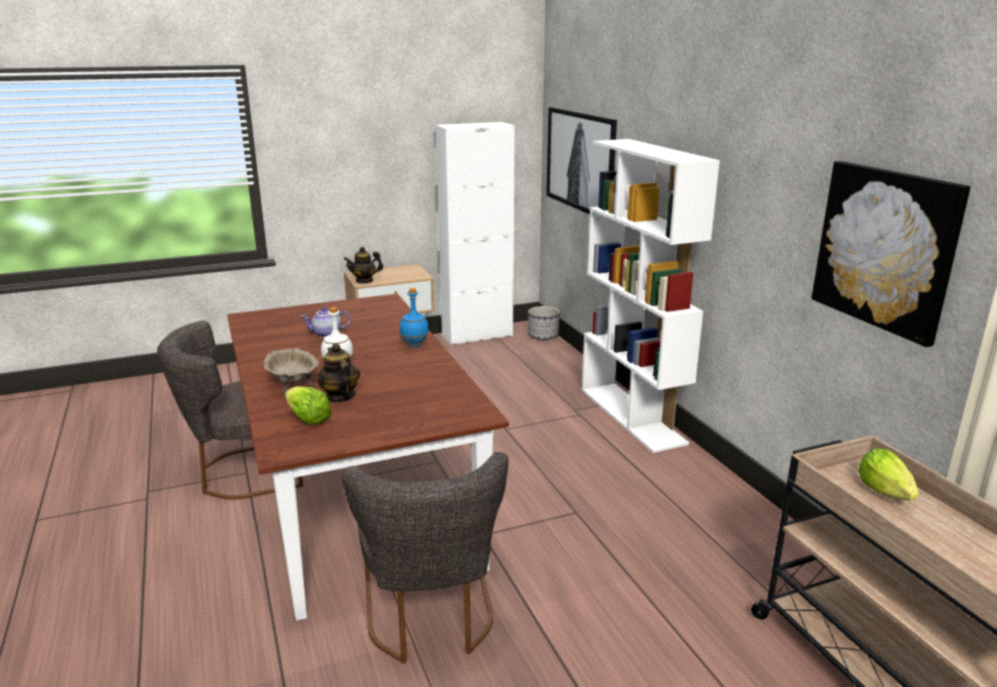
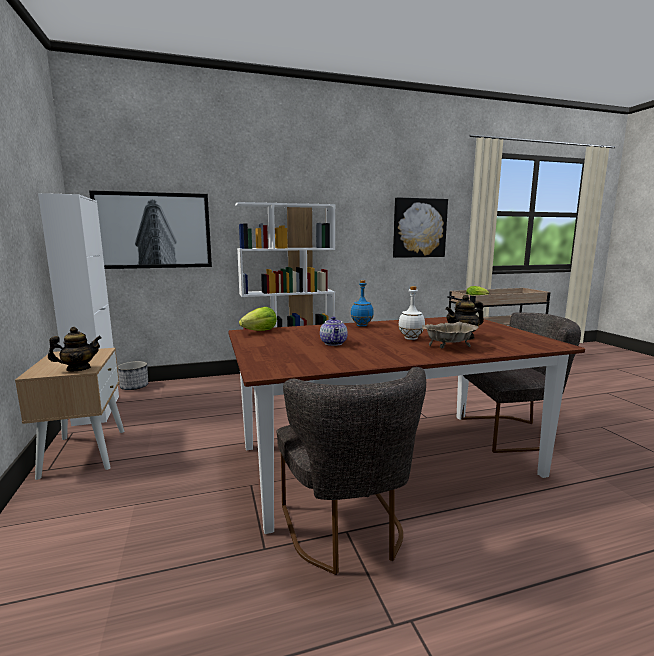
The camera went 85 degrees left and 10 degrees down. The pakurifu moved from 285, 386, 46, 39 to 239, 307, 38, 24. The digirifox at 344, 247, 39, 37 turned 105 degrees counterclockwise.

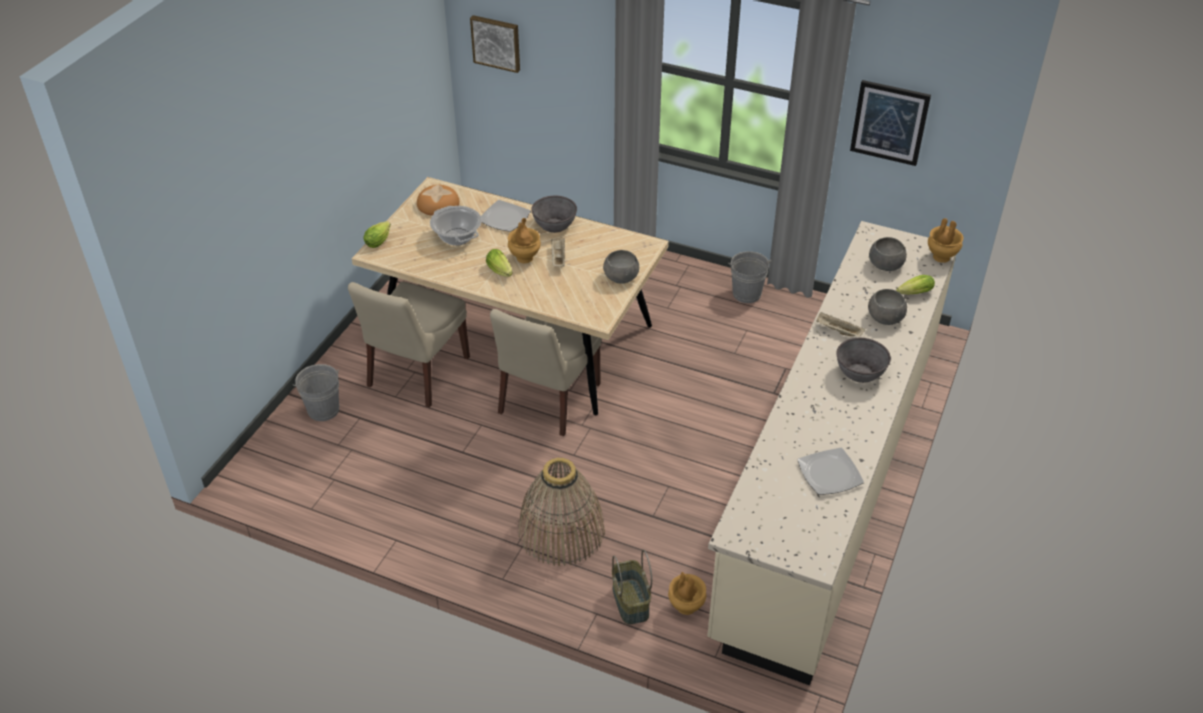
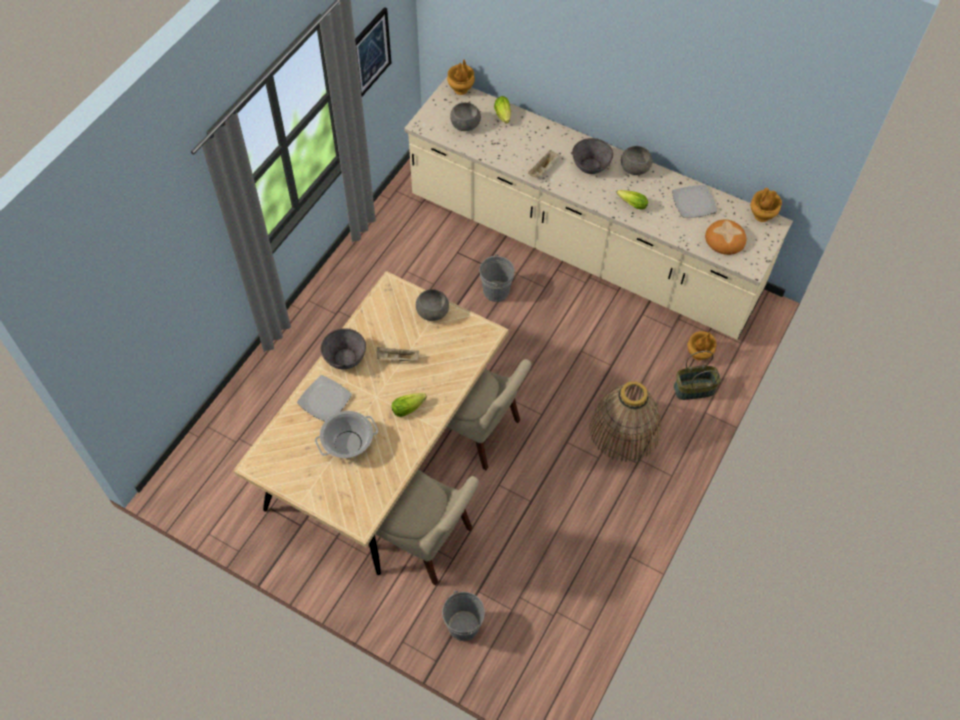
The camera went 85 degrees left and 15 degrees up. The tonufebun at 470, 15, 50, 58 disappeared. The pakurifu moved from 363, 221, 28, 27 to 616, 190, 32, 20. The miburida moved from 417, 185, 42, 31 to 705, 220, 41, 35. The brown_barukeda moved from 508, 218, 33, 45 to 751, 188, 31, 34. The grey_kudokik moved from 728, 251, 43, 52 to 479, 254, 36, 48. The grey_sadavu moved from 868, 289, 39, 36 to 621, 146, 31, 29.

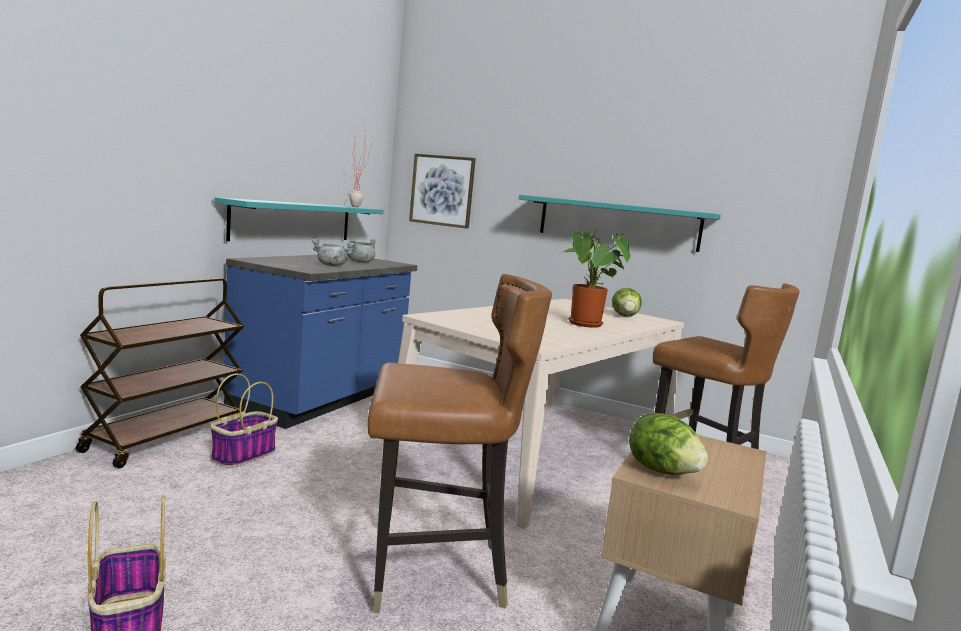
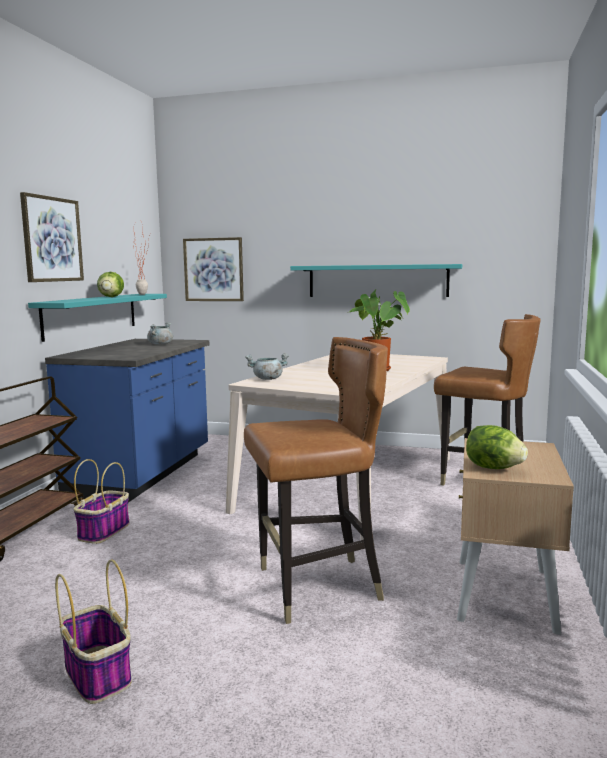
The camera went 10 degrees left and 0 degrees up. The tonufebun at 20, 192, 64, 90 appeared. The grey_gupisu moved from 311, 238, 44, 28 to 245, 353, 44, 27. The pakurifu moved from 612, 288, 30, 29 to 97, 272, 27, 25.

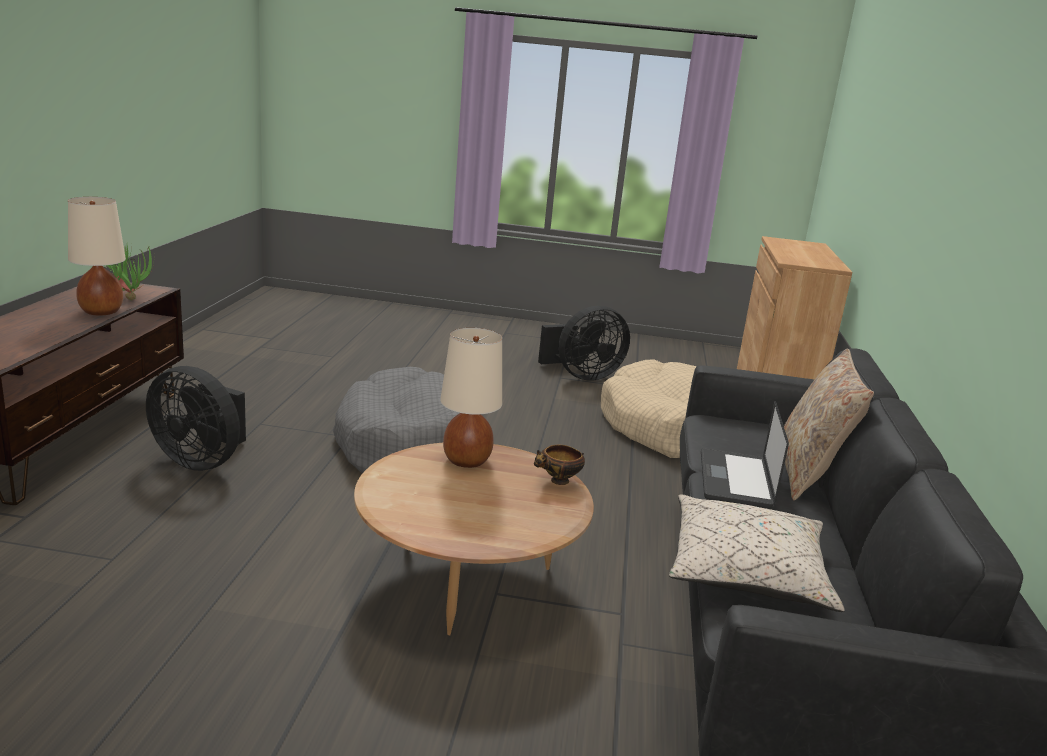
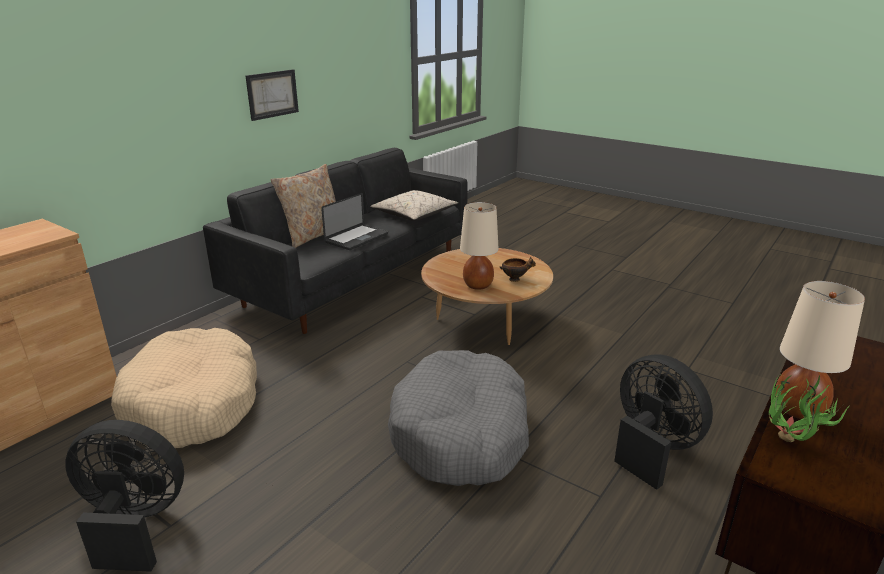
The camera went 150 degrees left and 5 degrees up. The tonufebun at 246, 69, 53, 52 appeared. The sadavu moved from 534, 445, 51, 40 to 500, 257, 36, 25.

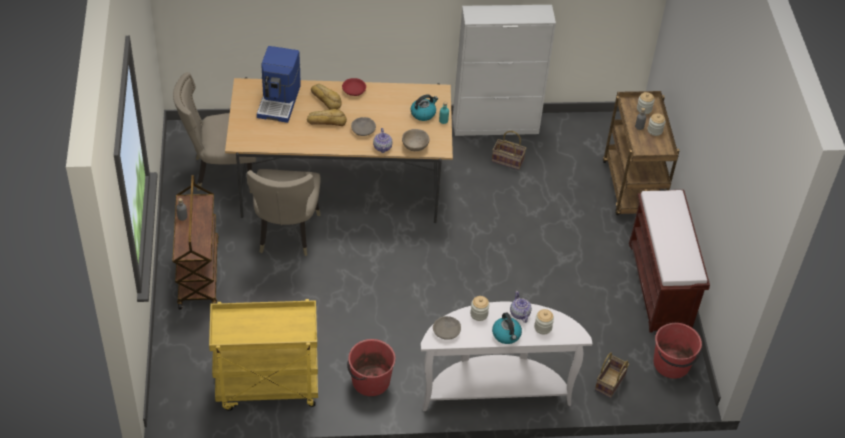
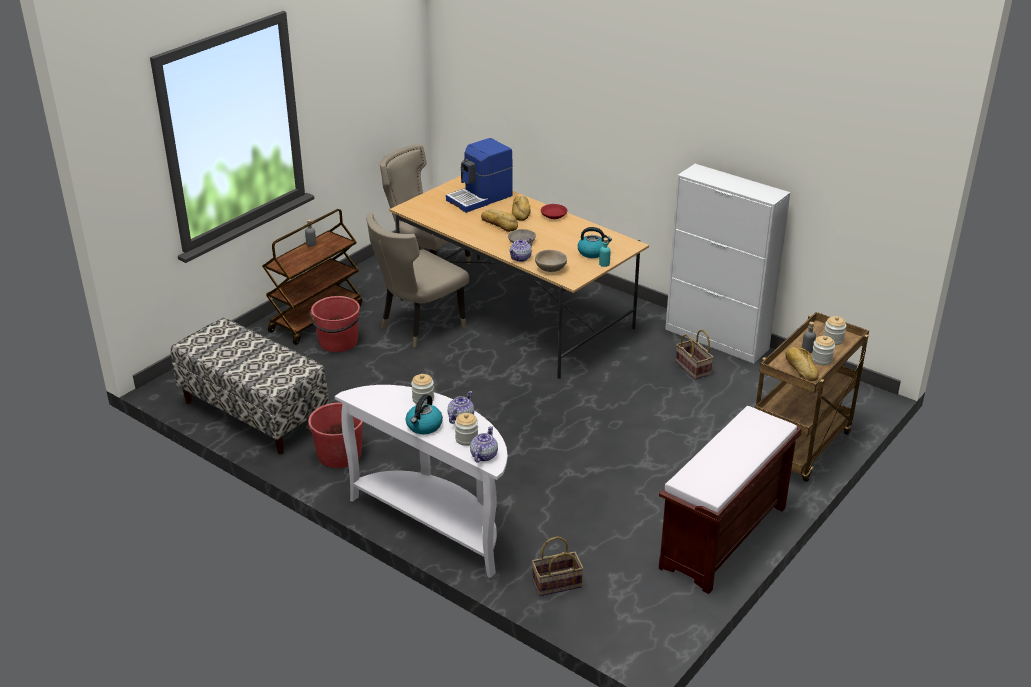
The camera went 45 degrees right and 15 degrees down. The grey_sadavu at 433, 316, 28, 24 disappeared. The digirifox at 470, 426, 28, 37 appeared. The miburida at 785, 347, 34, 34 appeared. The red_kudokik moved from 654, 323, 48, 56 to 309, 296, 51, 56. The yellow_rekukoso at 209, 299, 109, 112 was replaced by the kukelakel at 171, 318, 158, 136.

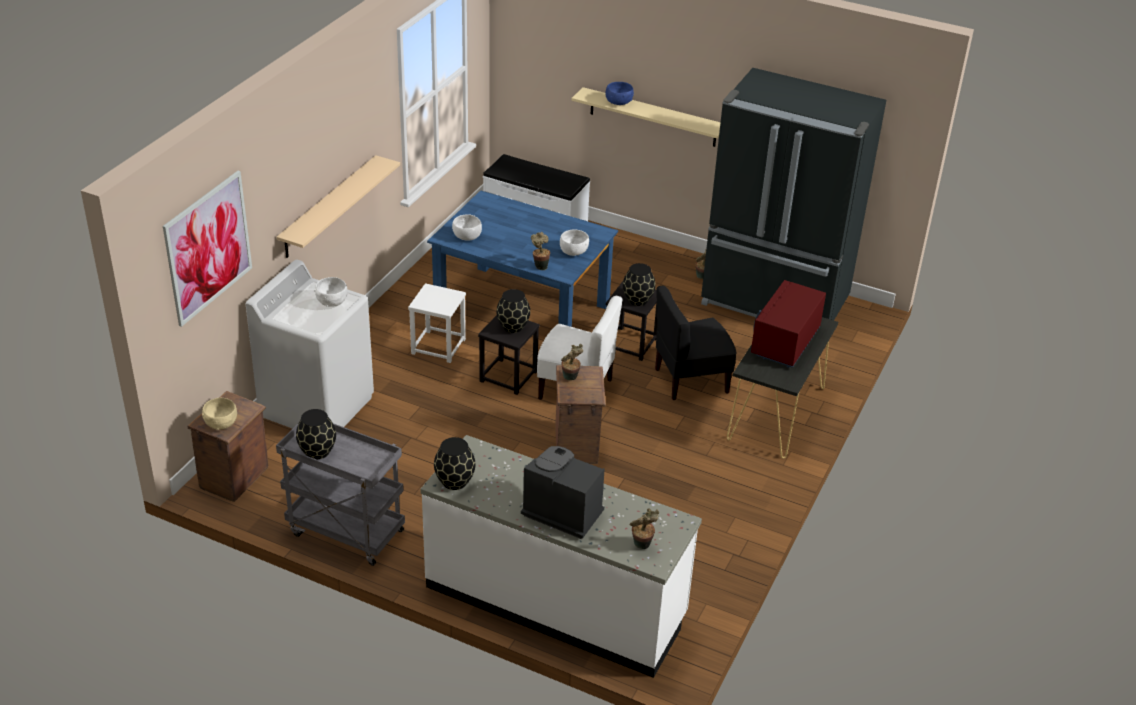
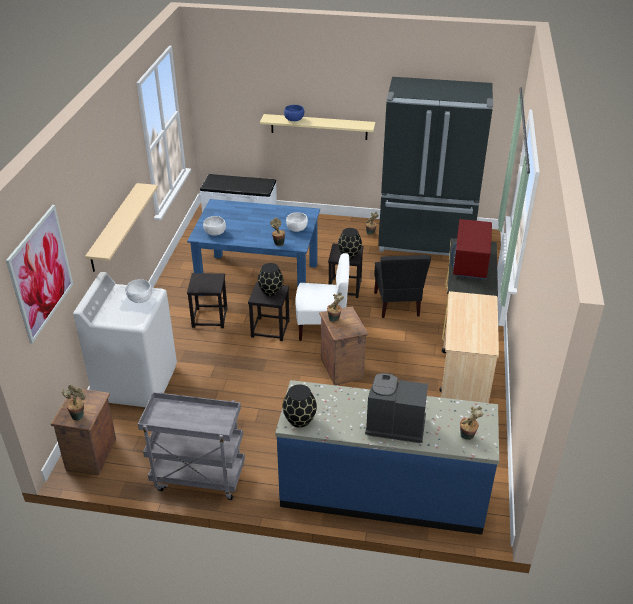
The camera went 15 degrees left and 0 degrees up. The black_barukeda at 296, 409, 40, 50 disappeared. The beige_rekukoso at 439, 291, 60, 112 appeared. The beige_sadavu at 202, 398, 35, 32 was replaced by the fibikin at 62, 385, 24, 36. The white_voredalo at 408, 283, 58, 80 became the black_voredalo at 187, 273, 40, 55. The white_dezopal at 420, 435, 282, 243 became the blue_dezopal at 275, 380, 224, 155. The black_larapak at 655, 286, 82, 114 turned 60 degrees counterclockwise.

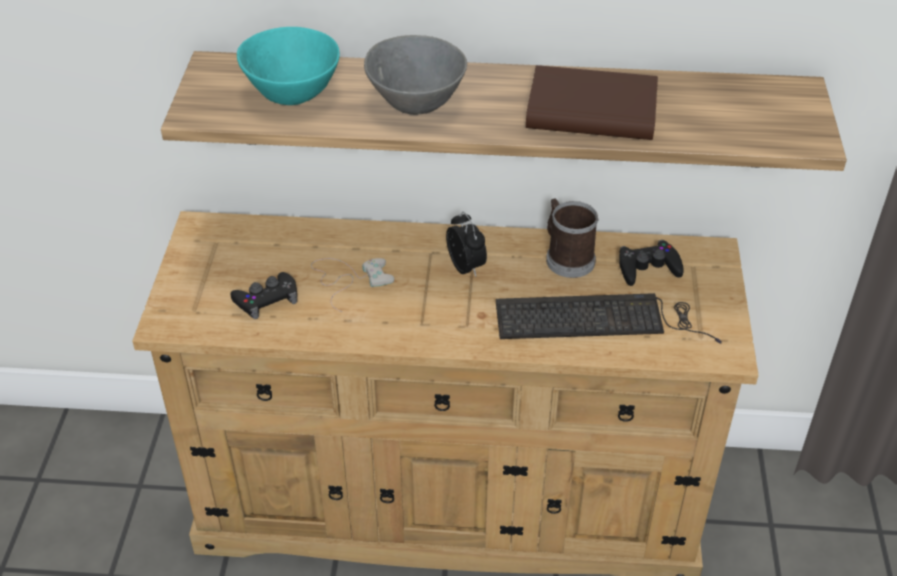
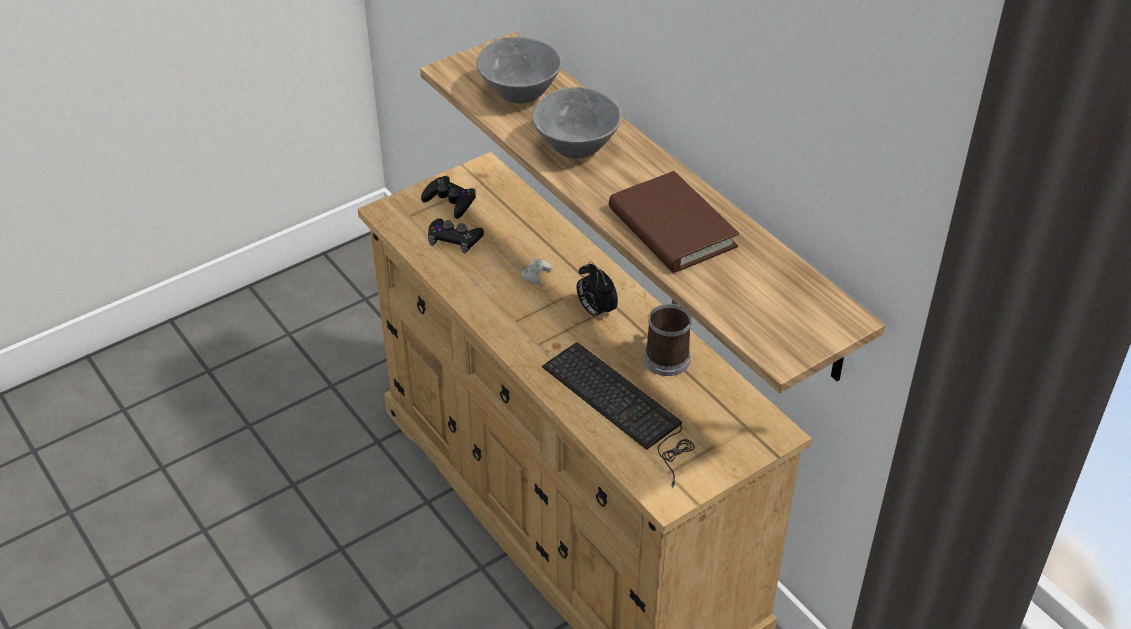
The camera went 50 degrees right and 0 degrees up. The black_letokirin moved from 619, 240, 65, 46 to 421, 176, 55, 43. The turquoise_sadavu at 237, 27, 103, 78 became the grey_sadavu at 477, 37, 85, 67. The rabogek at 446, 212, 41, 65 turned 120 degrees clockwise.

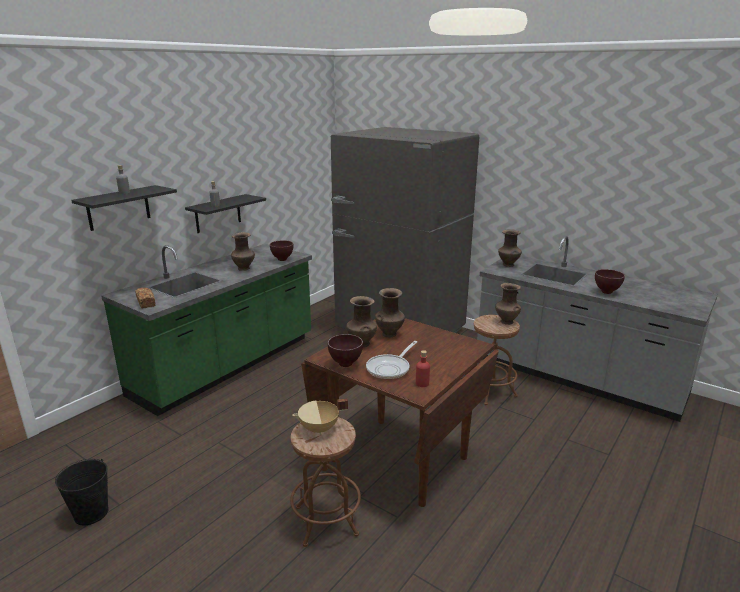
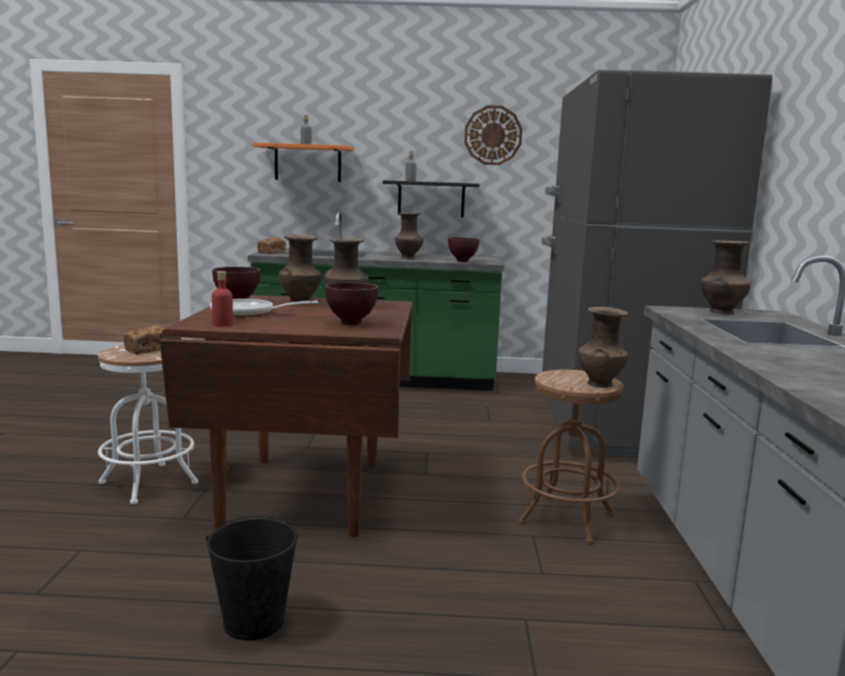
The camera went 55 degrees right and 10 degrees down. The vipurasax at 464, 105, 58, 60 appeared. The black_kudokik moved from 55, 459, 54, 67 to 206, 516, 93, 125. The brown_sadavu moved from 595, 269, 30, 25 to 325, 282, 53, 43. The beige_gupisu at 293, 399, 55, 36 was replaced by the miburida at 124, 325, 43, 29. The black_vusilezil at 71, 185, 106, 46 became the orange_vusilezil at 252, 142, 102, 40. The brown_voredalo at 290, 417, 71, 130 became the white_voredalo at 98, 345, 100, 159.

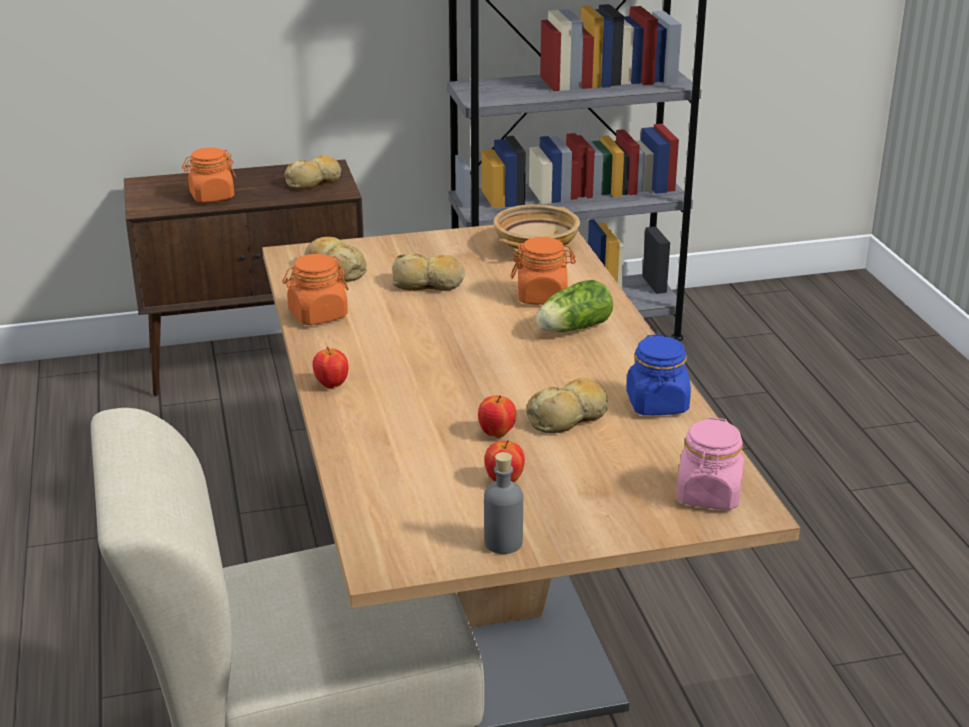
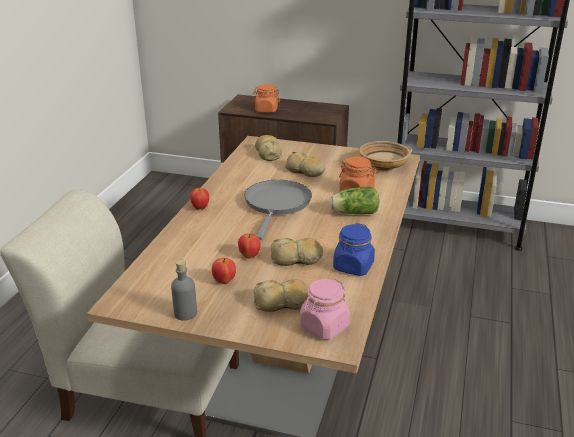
The camera went 30 degrees right and 0 degrees up. The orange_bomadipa at 282, 254, 67, 71 disappeared. The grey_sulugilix at 245, 180, 67, 60 appeared. The miburida moved from 284, 155, 57, 35 to 254, 279, 55, 33.

